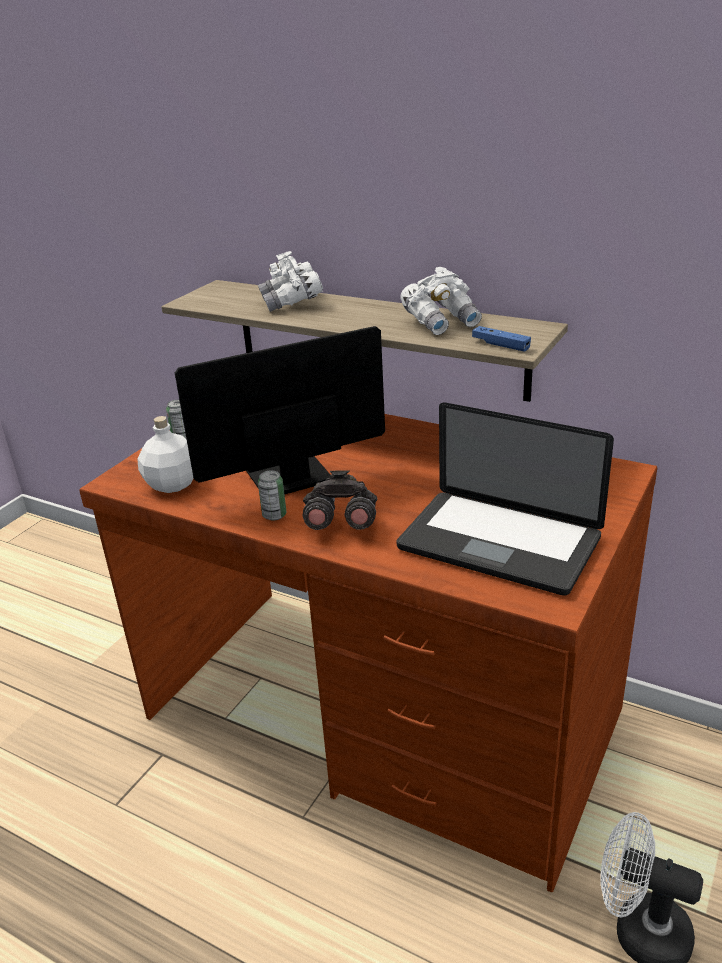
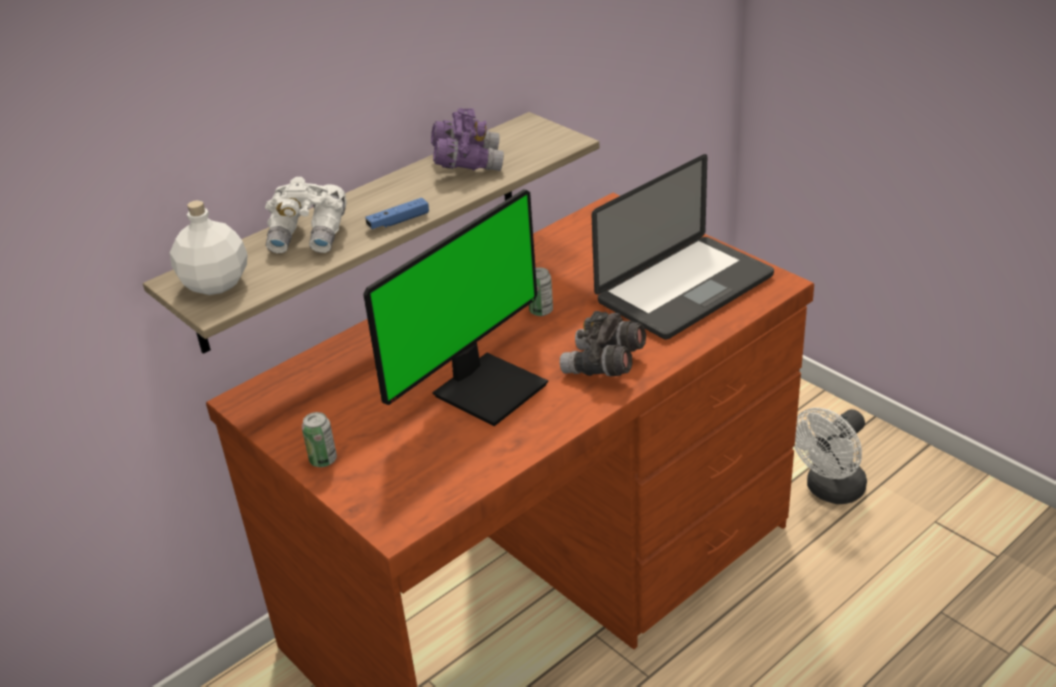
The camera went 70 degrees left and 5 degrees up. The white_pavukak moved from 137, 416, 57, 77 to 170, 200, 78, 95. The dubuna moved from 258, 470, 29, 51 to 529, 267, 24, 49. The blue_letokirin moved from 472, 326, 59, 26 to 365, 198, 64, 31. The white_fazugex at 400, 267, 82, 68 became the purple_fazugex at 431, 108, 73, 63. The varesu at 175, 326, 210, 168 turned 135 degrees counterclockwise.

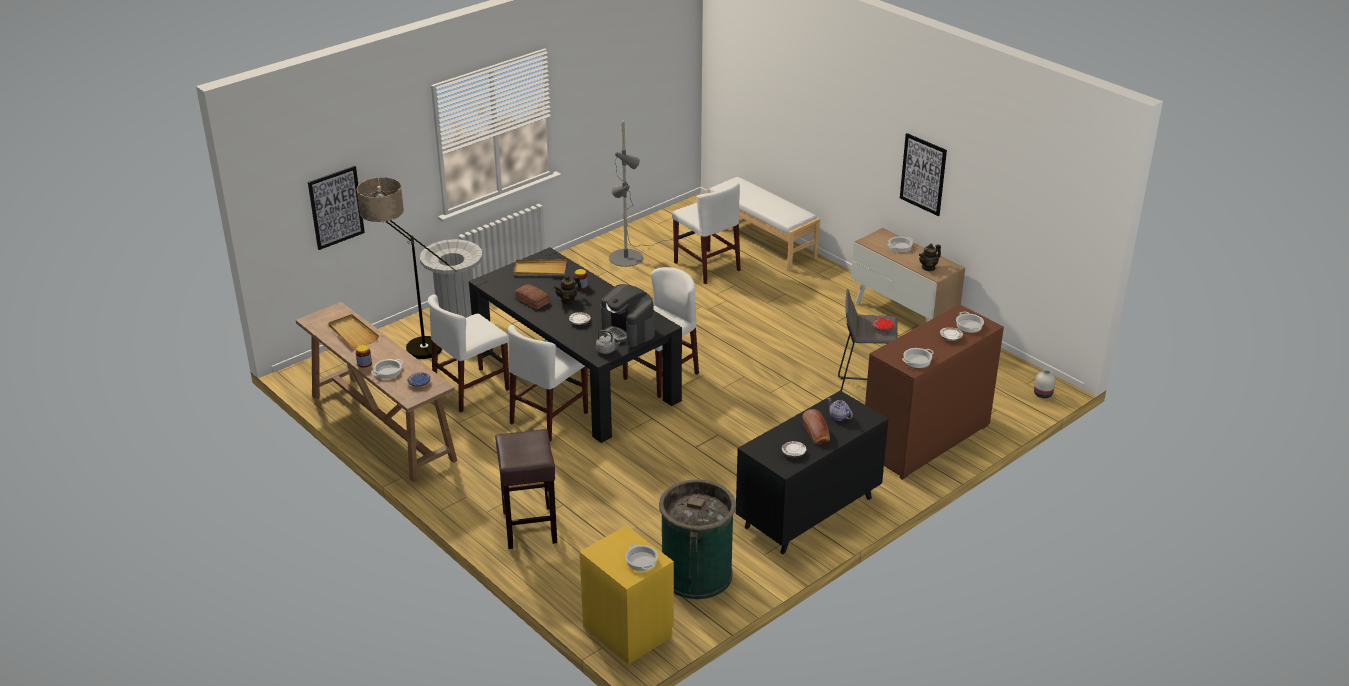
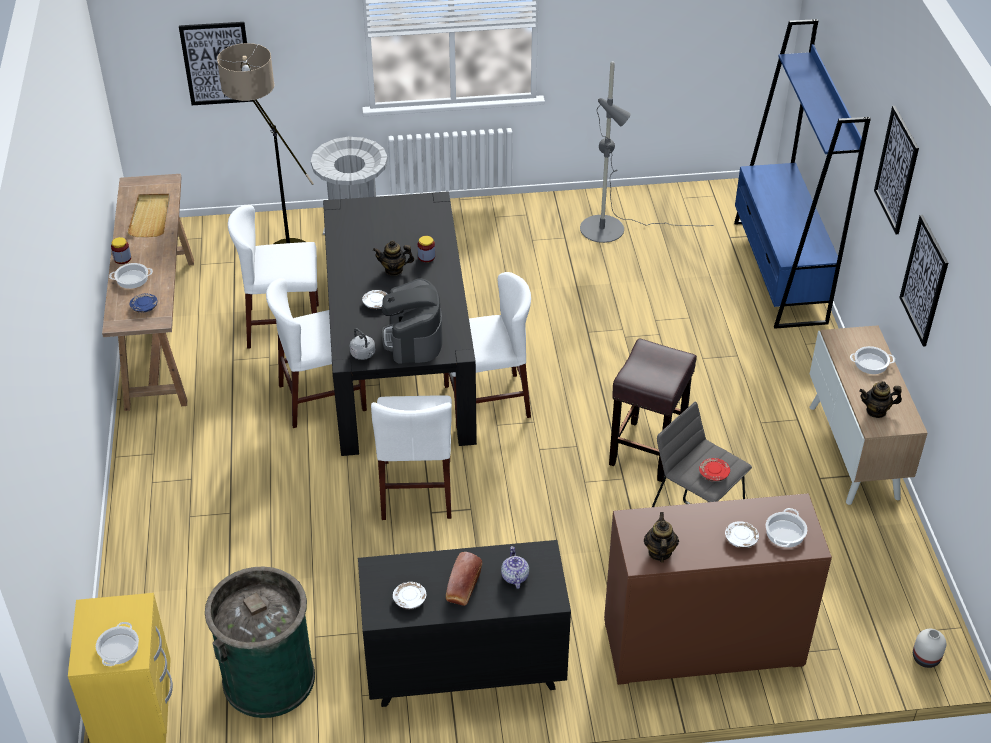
The camera went 35 degrees right and 10 degrees up. The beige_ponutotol at 513, 259, 53, 17 disappeared. The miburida at 515, 284, 35, 25 disappeared. The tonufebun at 874, 106, 45, 128 appeared. The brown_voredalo moved from 495, 429, 62, 120 to 609, 339, 88, 143. The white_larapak moved from 672, 182, 69, 102 to 371, 395, 81, 125. The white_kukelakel at 707, 177, 113, 94 was replaced by the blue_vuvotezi at 734, 19, 137, 310. The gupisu at 902, 348, 32, 20 was replaced by the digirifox at 644, 512, 35, 51.

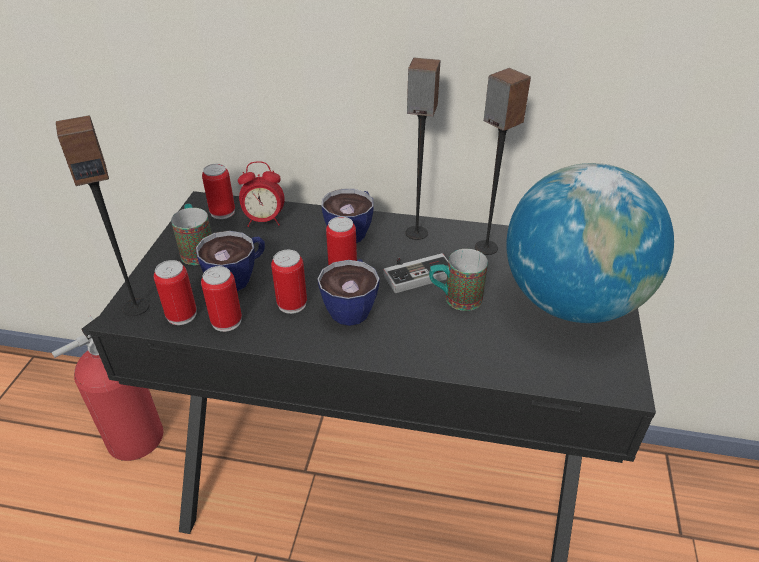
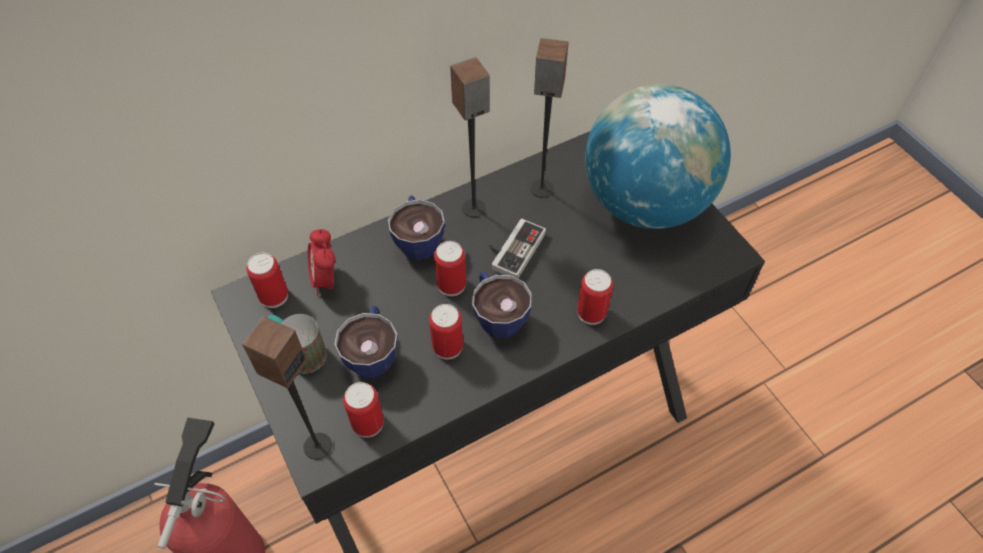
The camera went 40 degrees left and 15 degrees up. The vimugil at 429, 249, 59, 62 disappeared. The dubuna moved from 201, 266, 41, 66 to 577, 269, 36, 56. The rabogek at 238, 161, 47, 66 turned 120 degrees clockwise.

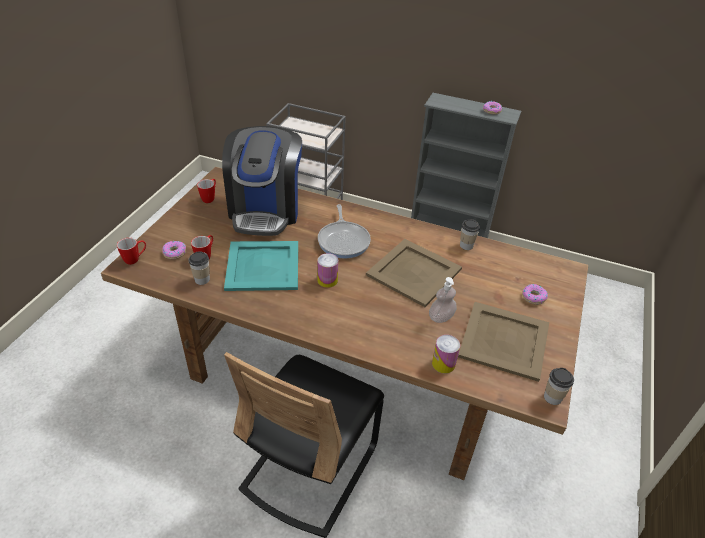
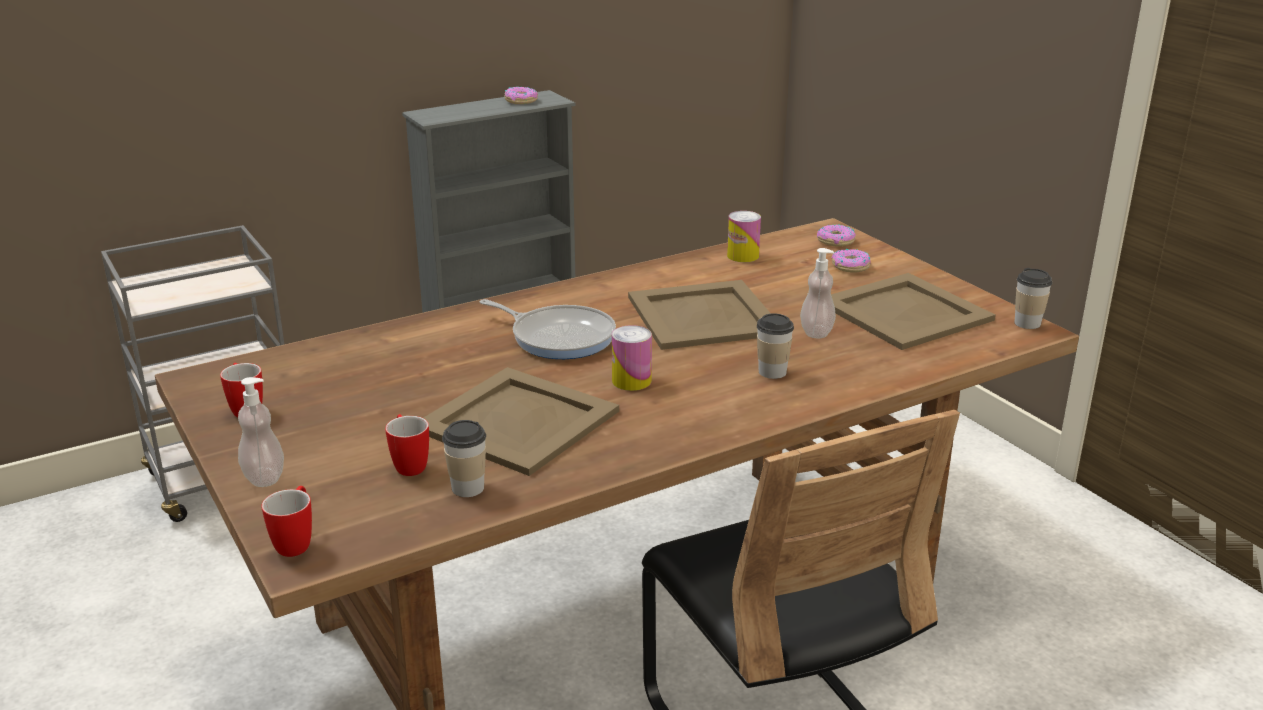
The camera went 50 degrees left and 15 degrees down. The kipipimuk at 222, 126, 80, 110 disappeared. The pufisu at 238, 377, 46, 110 appeared. The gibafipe moved from 162, 241, 24, 18 to 817, 224, 39, 23. The dubuna moved from 432, 335, 28, 38 to 727, 211, 34, 51. The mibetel moved from 460, 219, 20, 31 to 757, 313, 37, 66. The turquoise_ponutotol at 224, 241, 74, 50 became the beige_ponutotol at 423, 367, 196, 109.

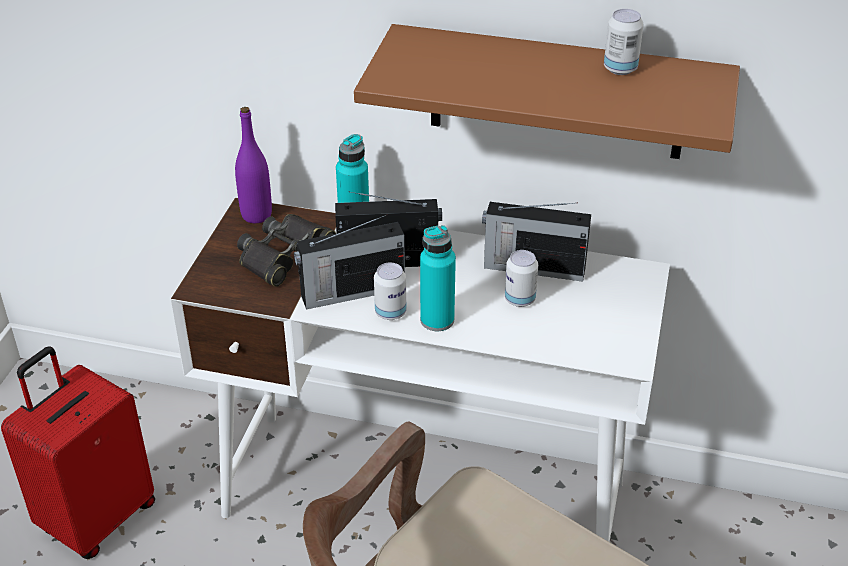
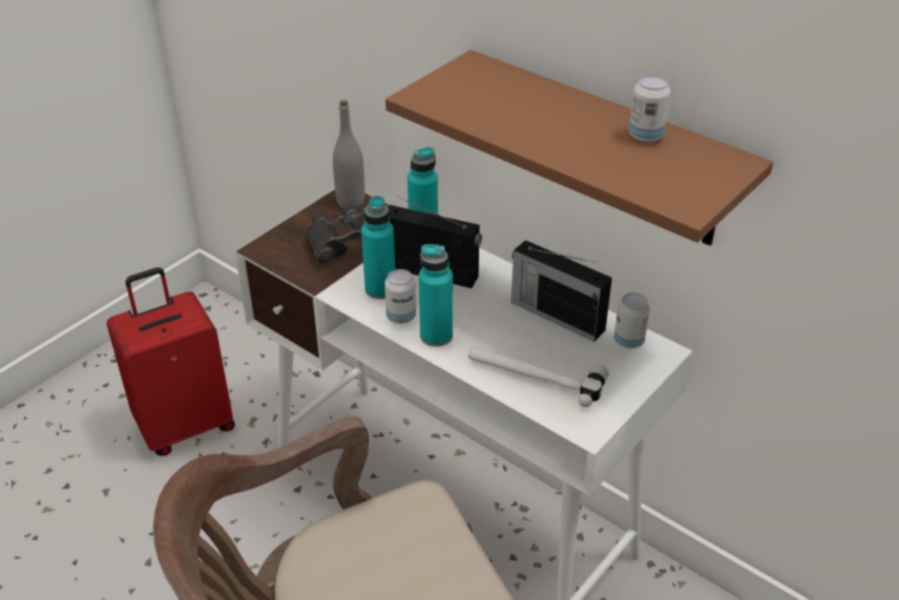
The camera went 25 degrees right and 0 degrees up. The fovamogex at 468, 347, 141, 60 appeared. The dubuna moved from 505, 250, 33, 57 to 614, 293, 36, 56. The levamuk at 294, 215, 111, 95 was replaced by the turquoise_pavukak at 361, 196, 34, 103. The purple_pavukak at 235, 107, 37, 116 became the grey_pavukak at 333, 100, 32, 108.

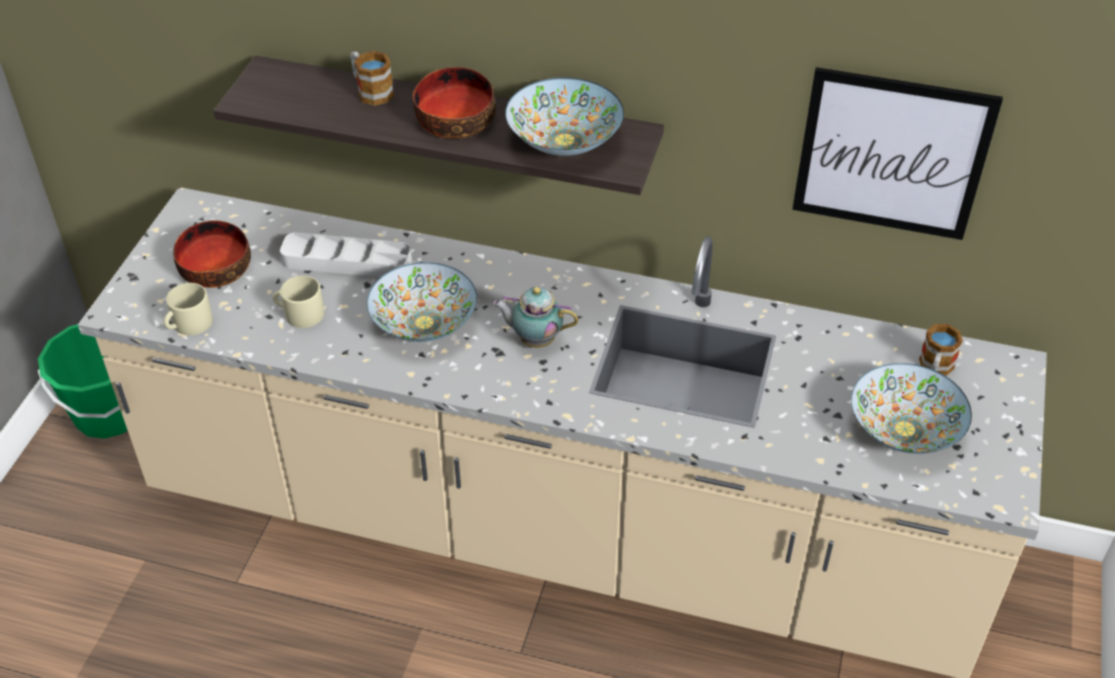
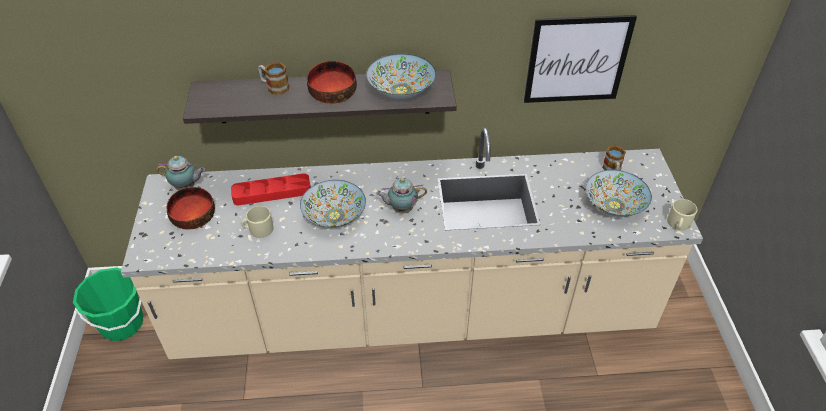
The camera went 20 degrees left and 0 degrees up. The digirifox at 157, 156, 48, 34 appeared. The beige_vimugil moved from 164, 283, 49, 52 to 667, 199, 30, 32. The grey_ponutotol at 280, 232, 132, 45 became the red_ponutotol at 231, 173, 80, 32.

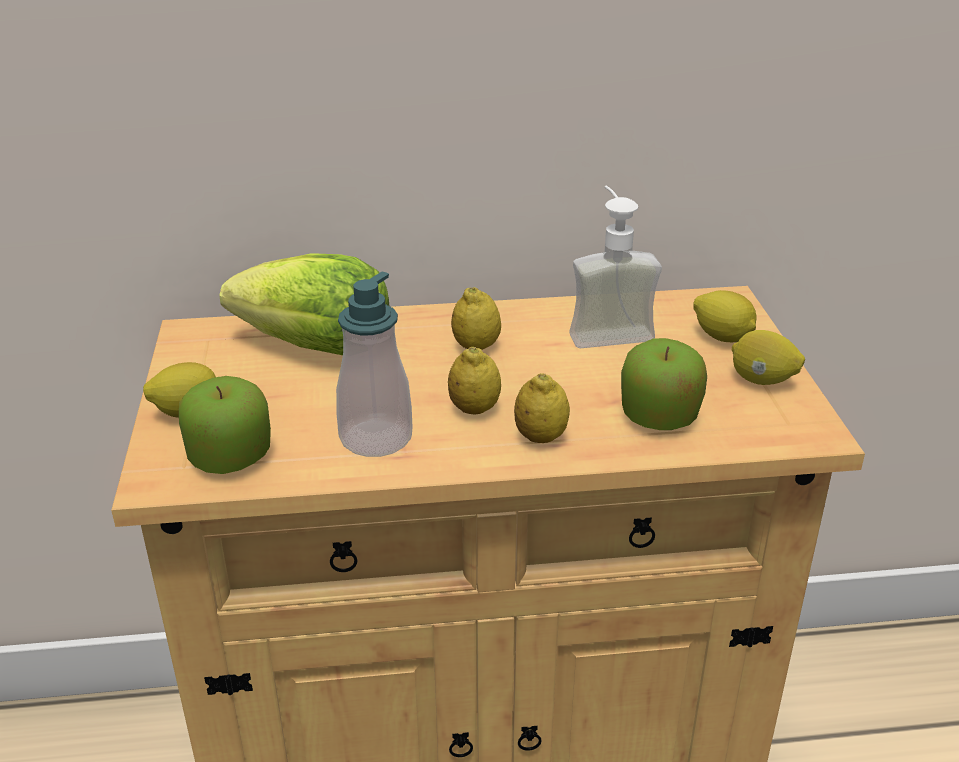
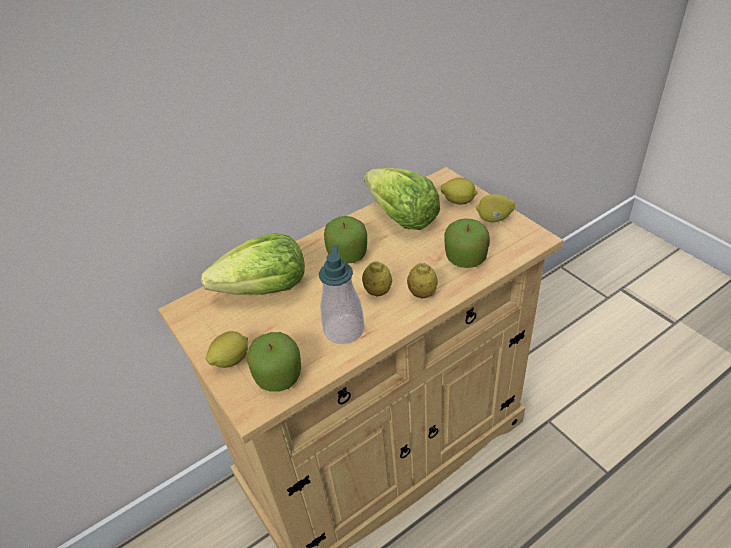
The camera went 25 degrees left and 10 degrees up. The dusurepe at 451, 287, 50, 63 was replaced by the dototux at 324, 216, 43, 48. The pufisu at 569, 186, 93, 162 was replaced by the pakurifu at 364, 168, 76, 62.

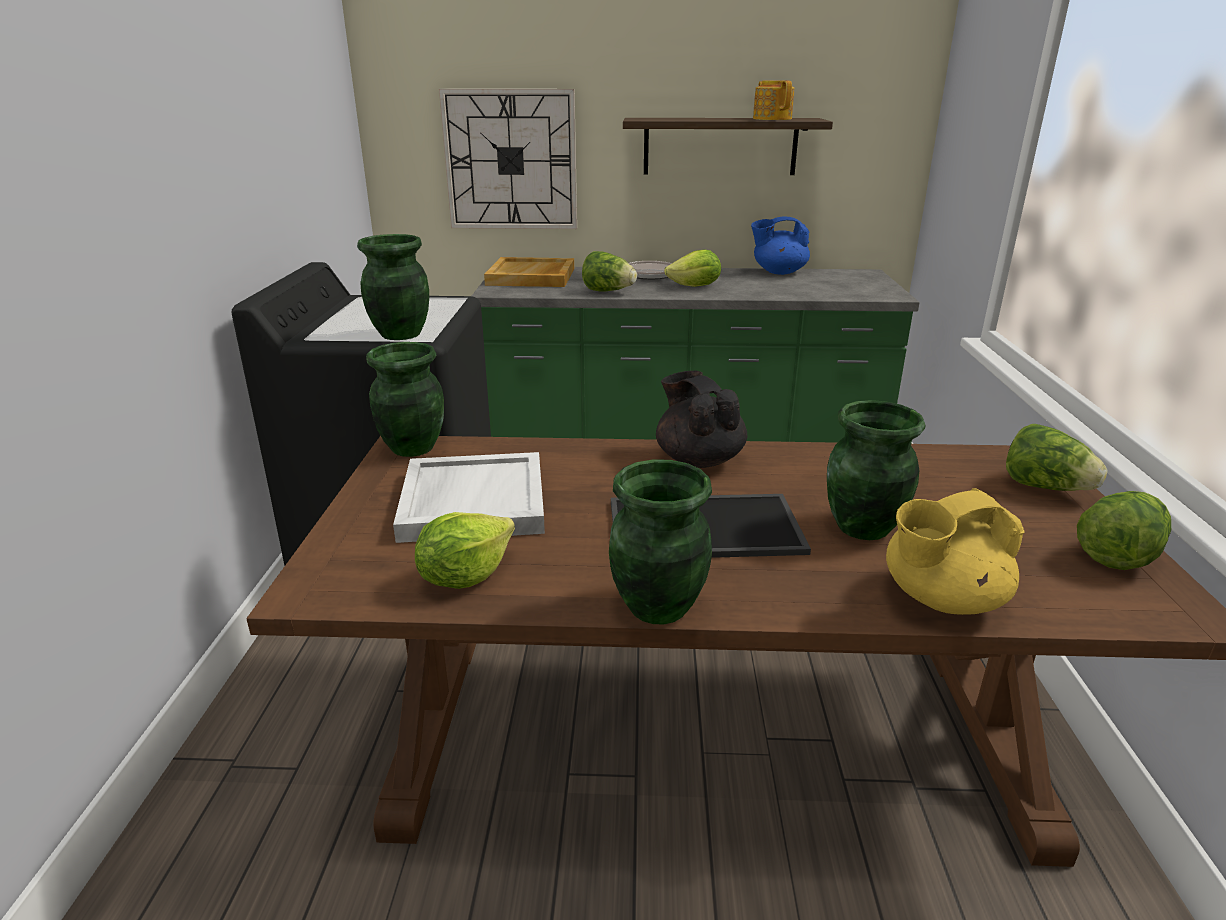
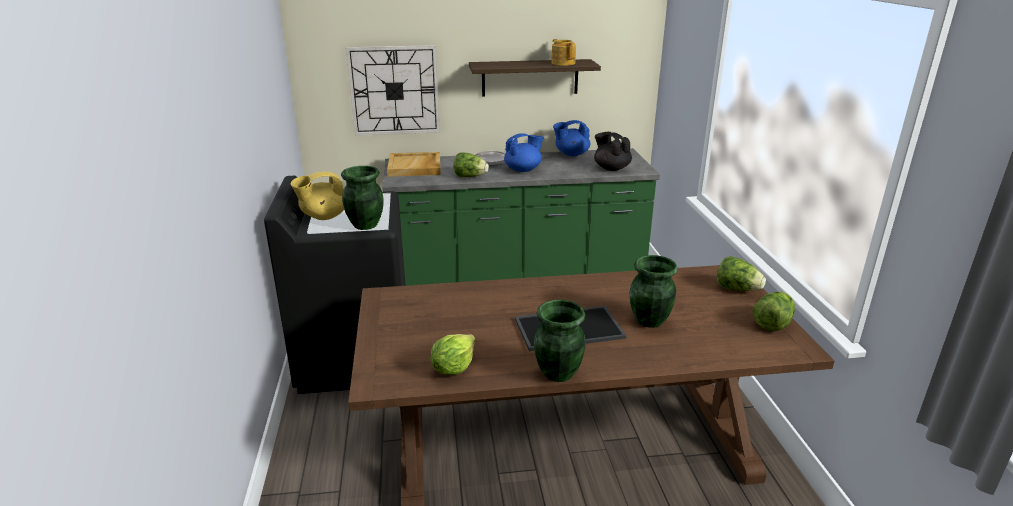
The camera went 10 degrees left and 0 degrees up. The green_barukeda at 366, 342, 78, 115 disappeared. The white_ponutotol at 393, 452, 152, 91 disappeared. The black_digirifox moved from 656, 371, 91, 97 to 594, 132, 38, 39. The yellow_digirifox moved from 886, 488, 139, 127 to 291, 172, 53, 48. The pakurifu at 664, 249, 57, 38 was replaced by the blue_digirifox at 504, 133, 40, 39.

